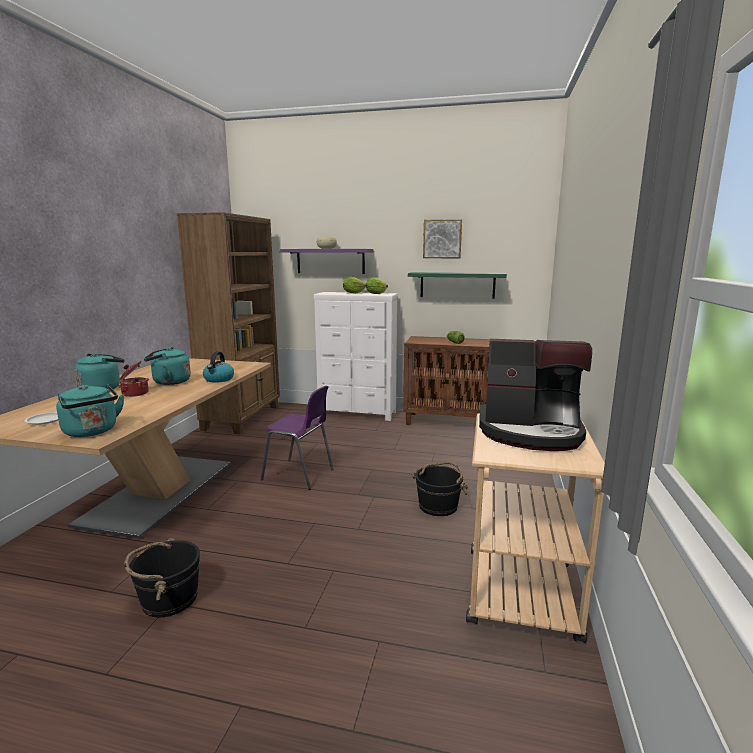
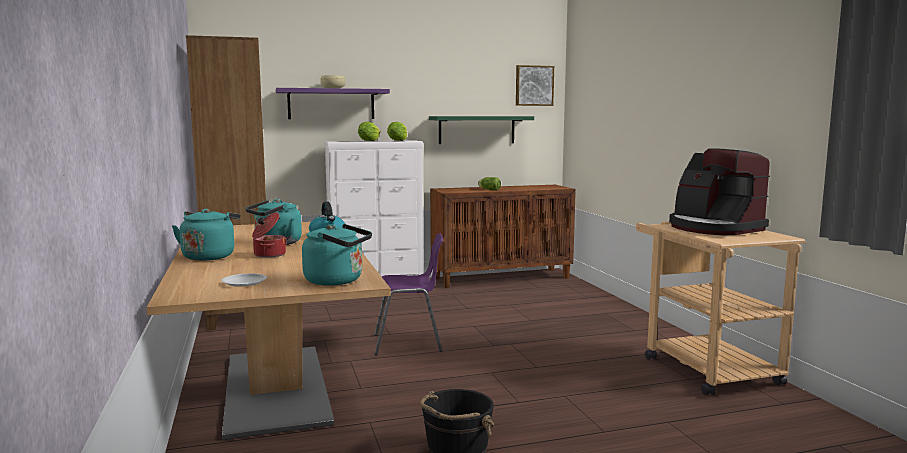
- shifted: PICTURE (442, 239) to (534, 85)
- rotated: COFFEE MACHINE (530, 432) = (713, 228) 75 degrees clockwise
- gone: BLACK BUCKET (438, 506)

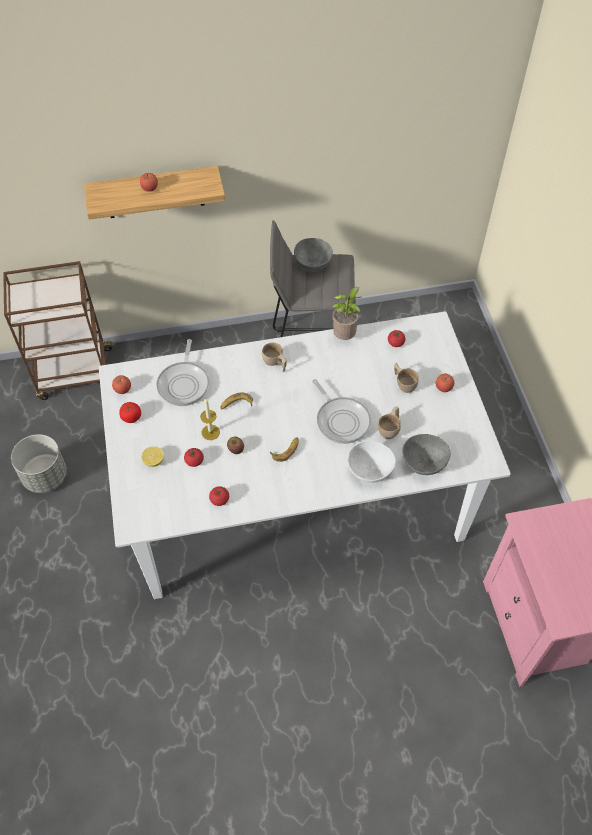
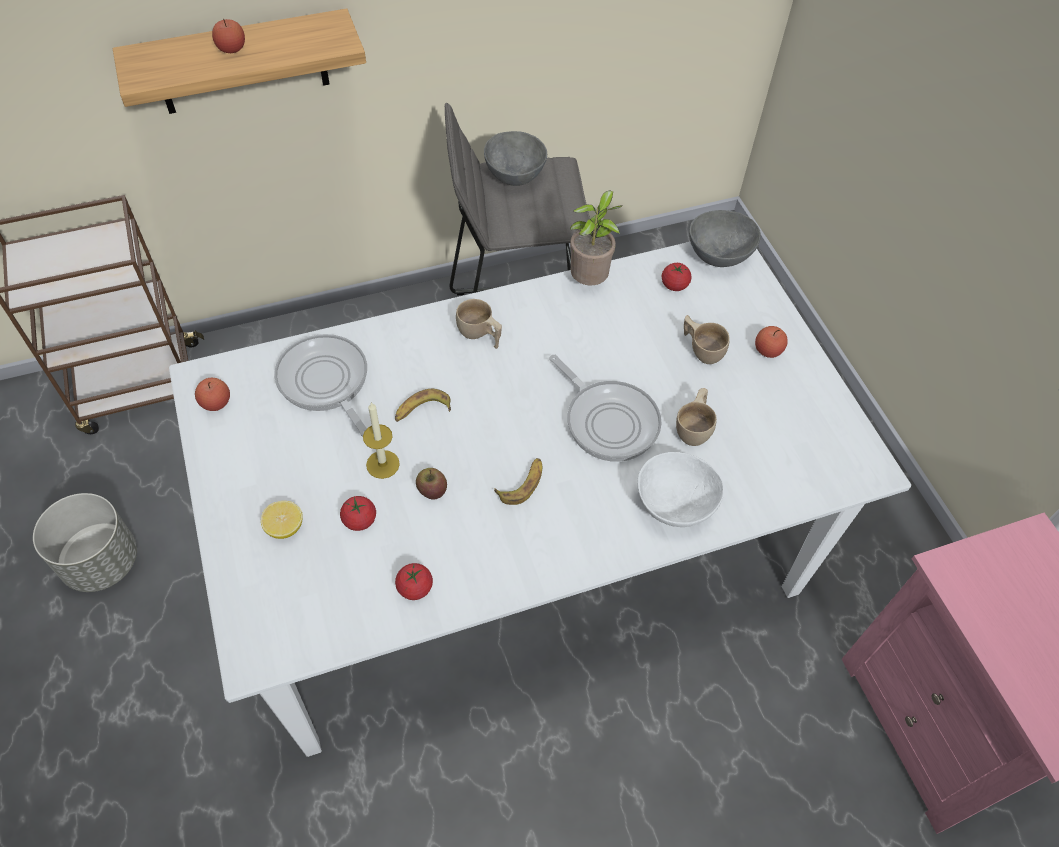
- rotated: FRYING PAN (184, 383) = (325, 382) 150 degrees clockwise
- gone: TOMATO (131, 417)
- shifted: GREY BOWL (424, 464) to (720, 256)

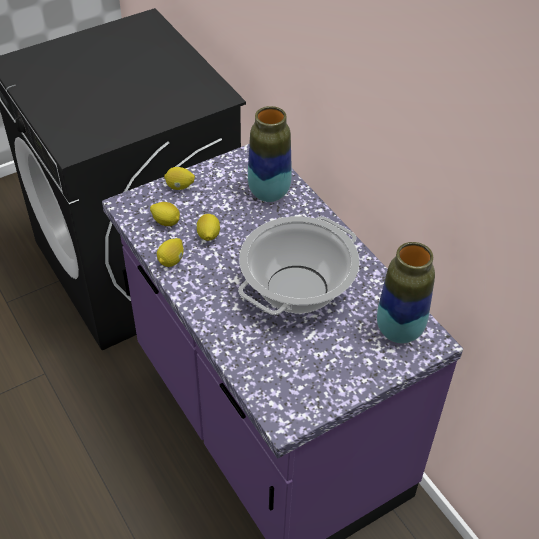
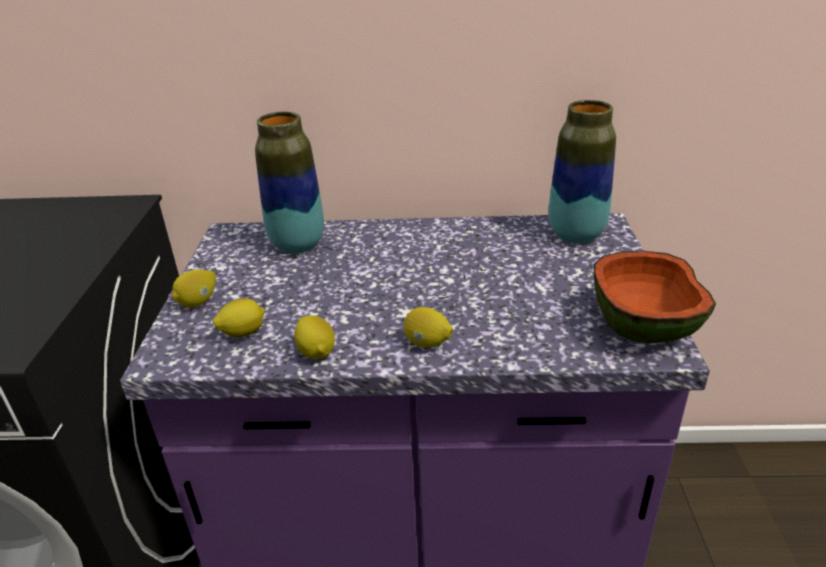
- shifted: LEMON (208, 236) to (427, 343)
- gone: COOKING POT (297, 288)
- new: BOWL (644, 326)

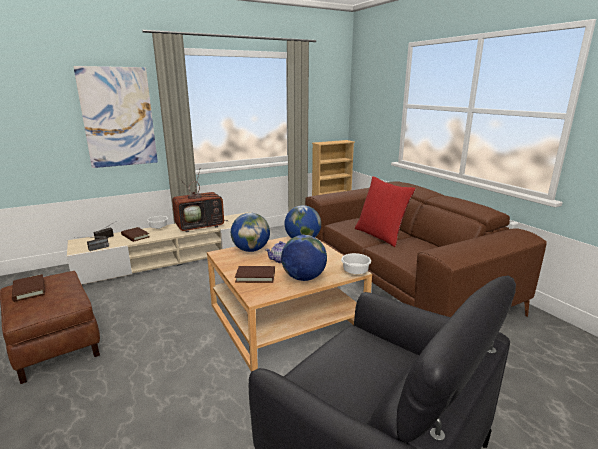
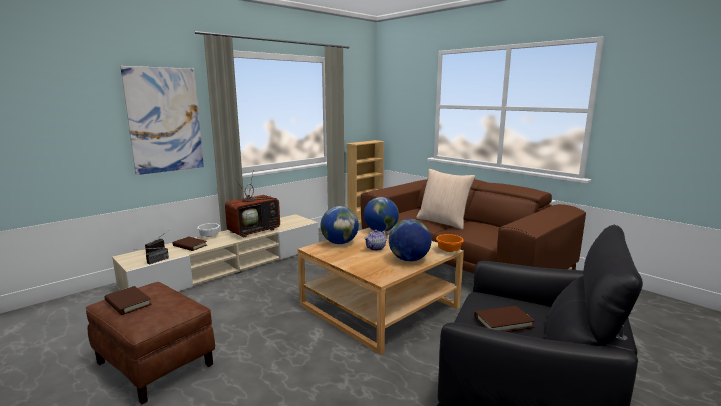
- repainted: RED PILLOW (381, 235) to BEIGE PILLOW (443, 222)
- repainted: WHITE BOWL (356, 272) to ORANGE BOWL (449, 251)
- shifted: BROWN BOOK (255, 276) to (503, 322)

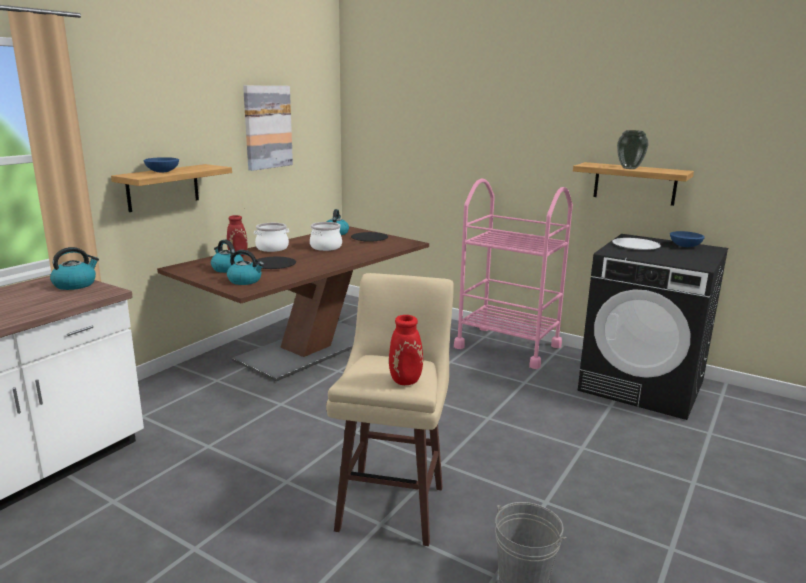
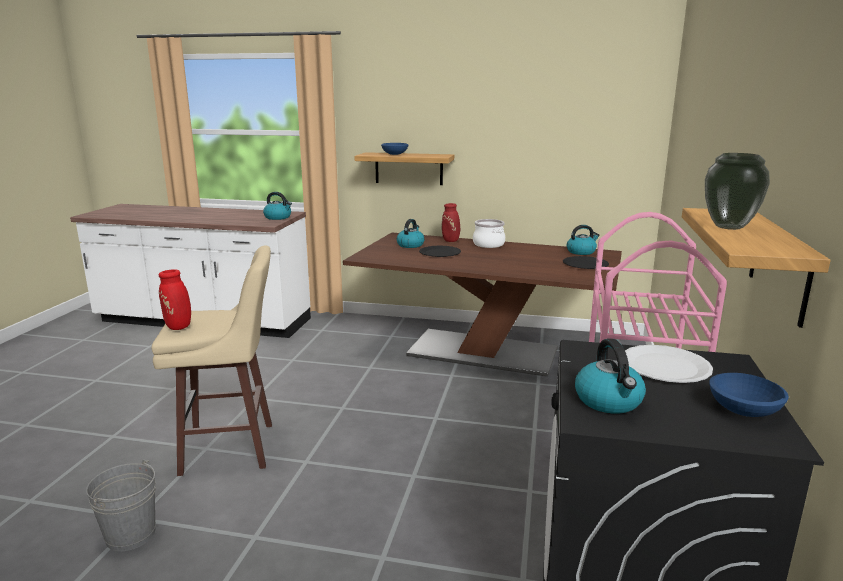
- gone: PICTURE (267, 127)
- gone: COOKING POT (326, 247)
- shifted: KETTLE (245, 281) to (609, 401)

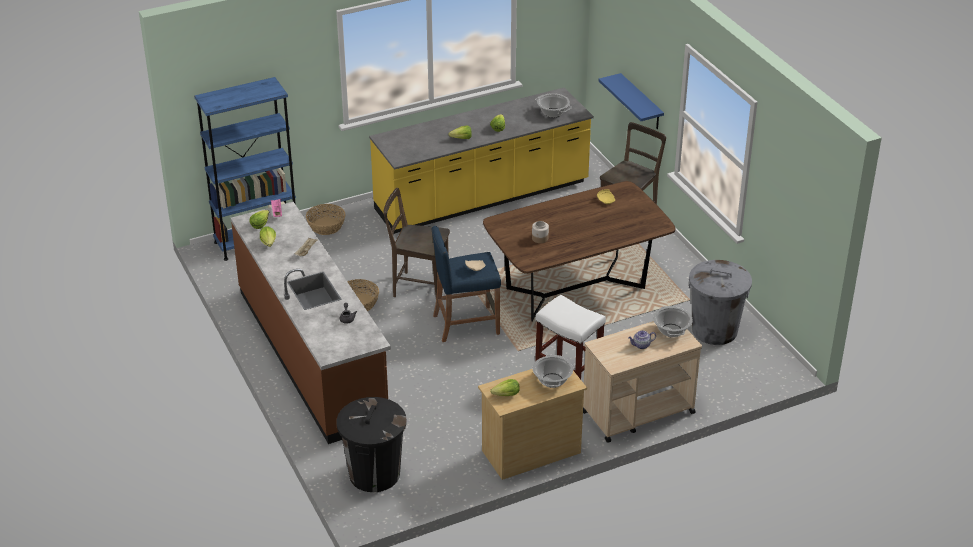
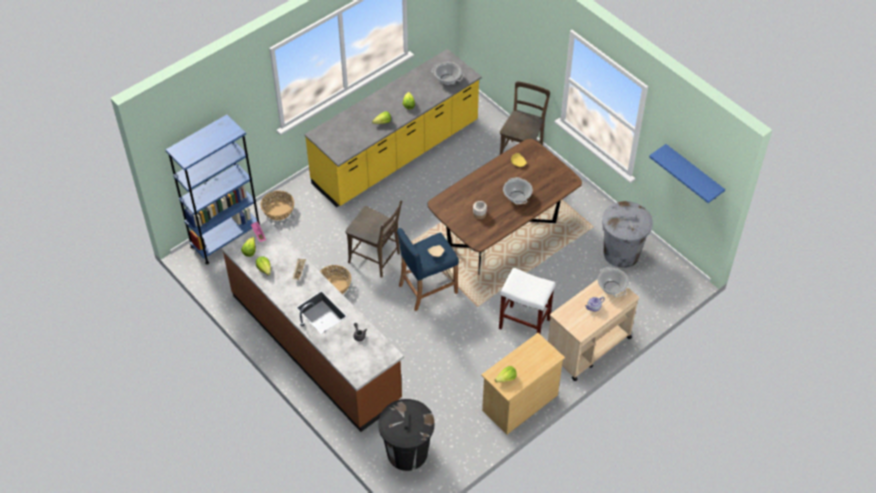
- shifted: BLUE SHELF (641, 102) to (693, 173)
- rotated: BROWN CHAIR (418, 287) = (376, 259) 150 degrees counterclockwise
- shifted: COOKING POT (552, 380) to (517, 197)

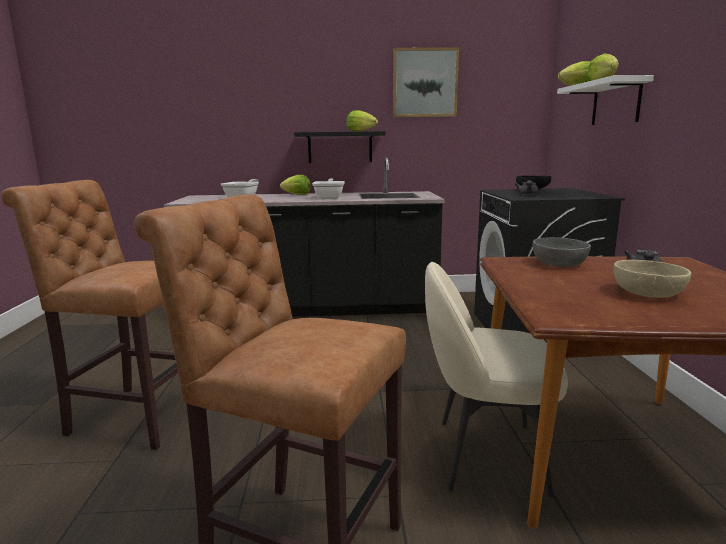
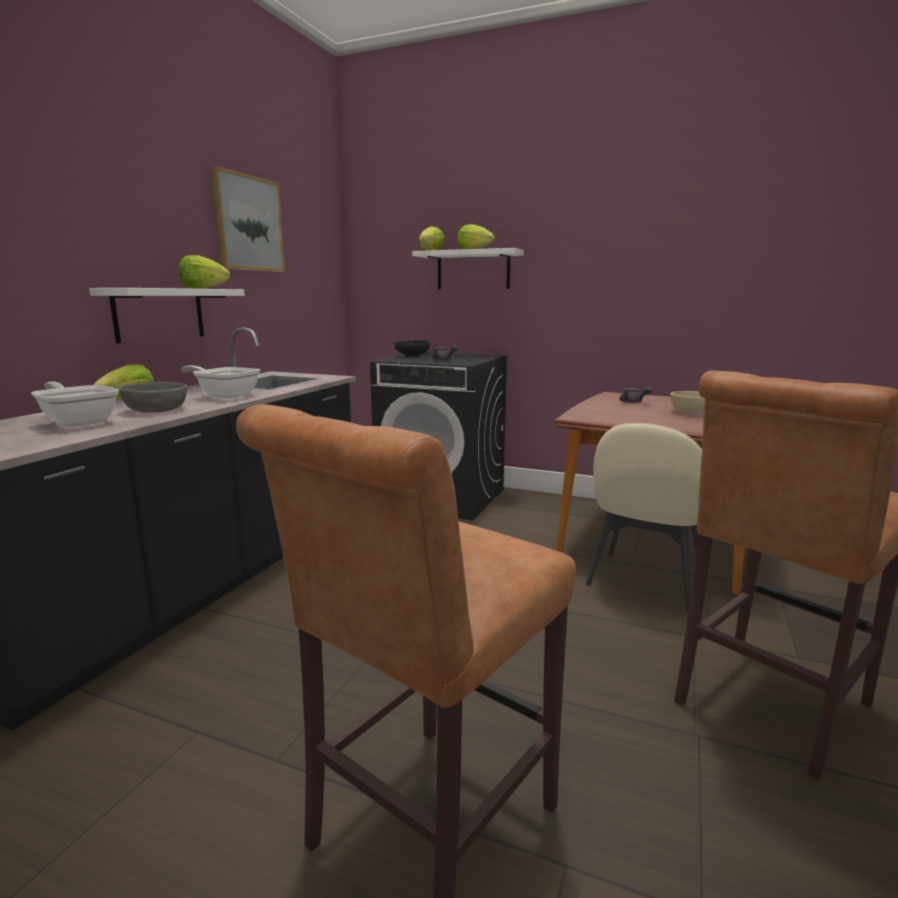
- repainted: BLACK SHELF (340, 147) to WHITE SHELF (159, 314)
- shifted: GREY BOWL (559, 263) to (157, 410)

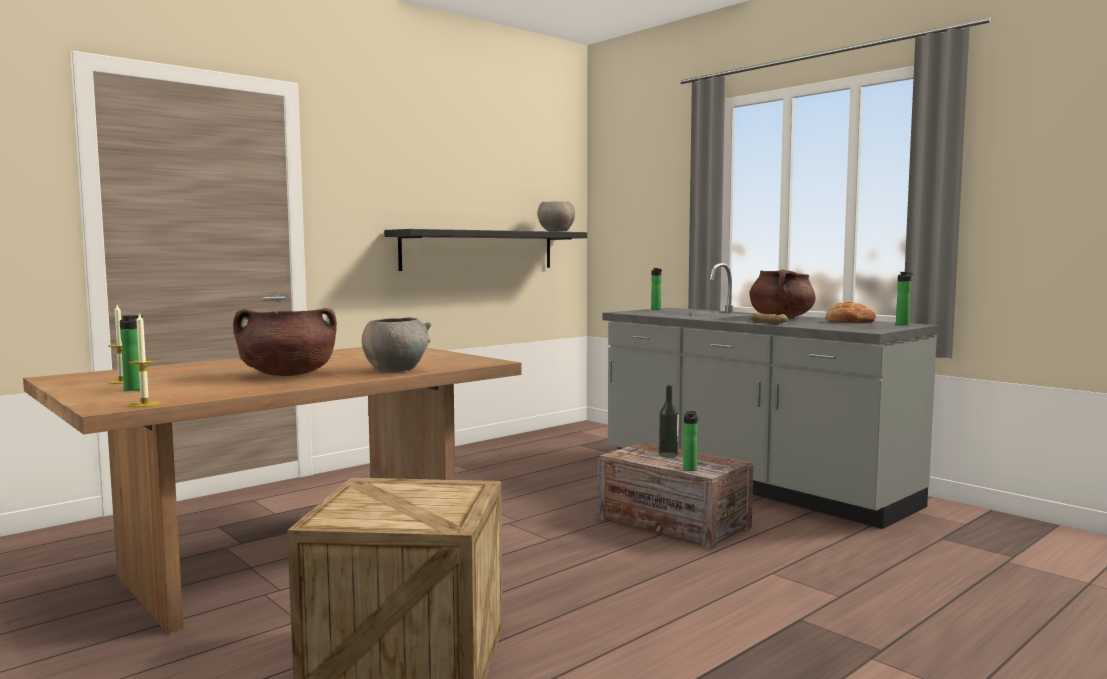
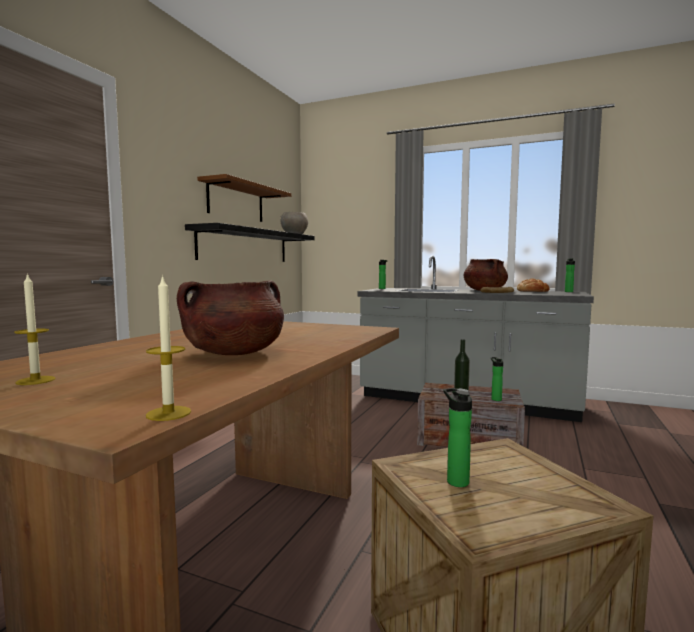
- shifted: BOTTLE (135, 389) to (455, 480)
- gone: GREY BOWL (396, 370)
- new: BROWN SHELF (236, 202)

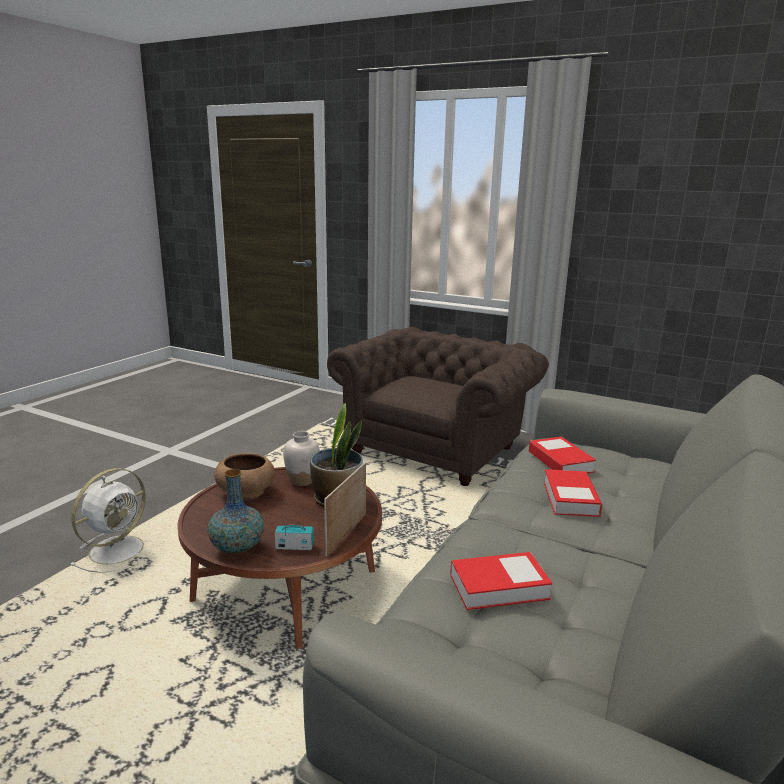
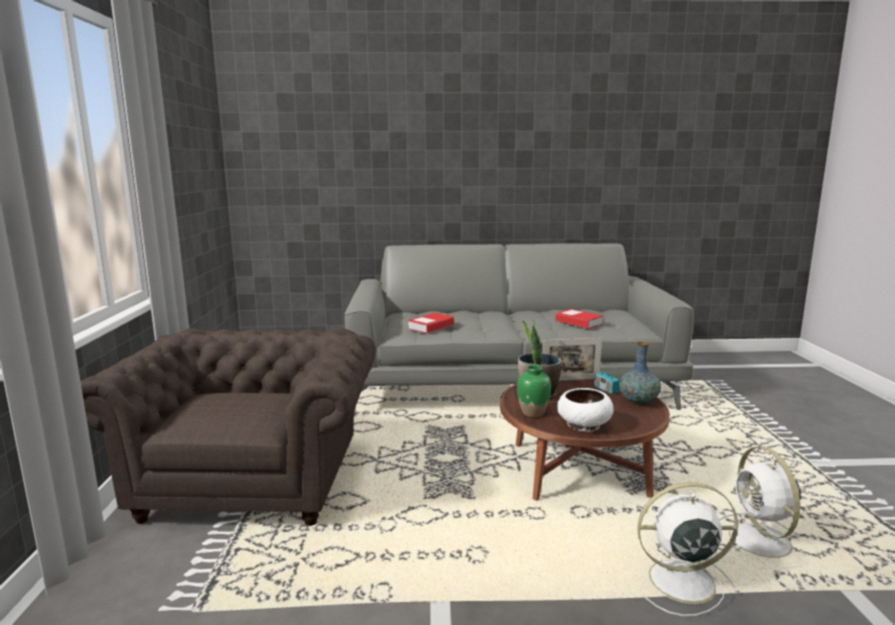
- rotated: BROWN ARMCHAIR (437, 448) = (255, 480) 90 degrees clockwise
- repainted: WHITE VASE (302, 481) to GREEN VASE (533, 413)
- repainted: BROWN BOWL (246, 492) to WHITE BOWL (583, 425)
- gone: BOOK (570, 498)
- new: WHITE FAN (761, 542)

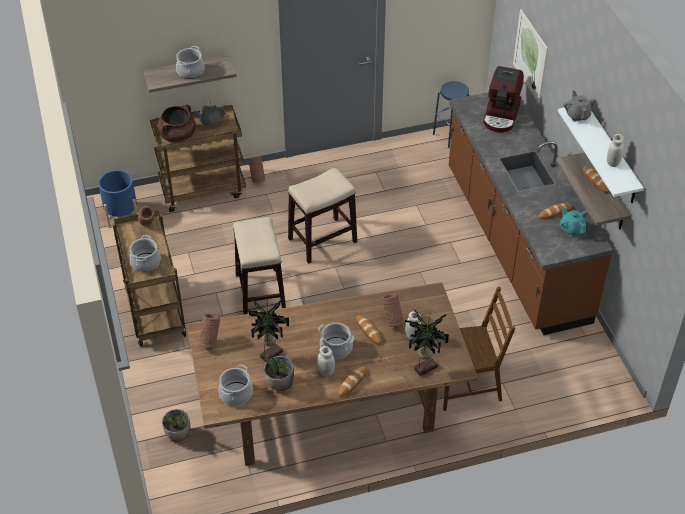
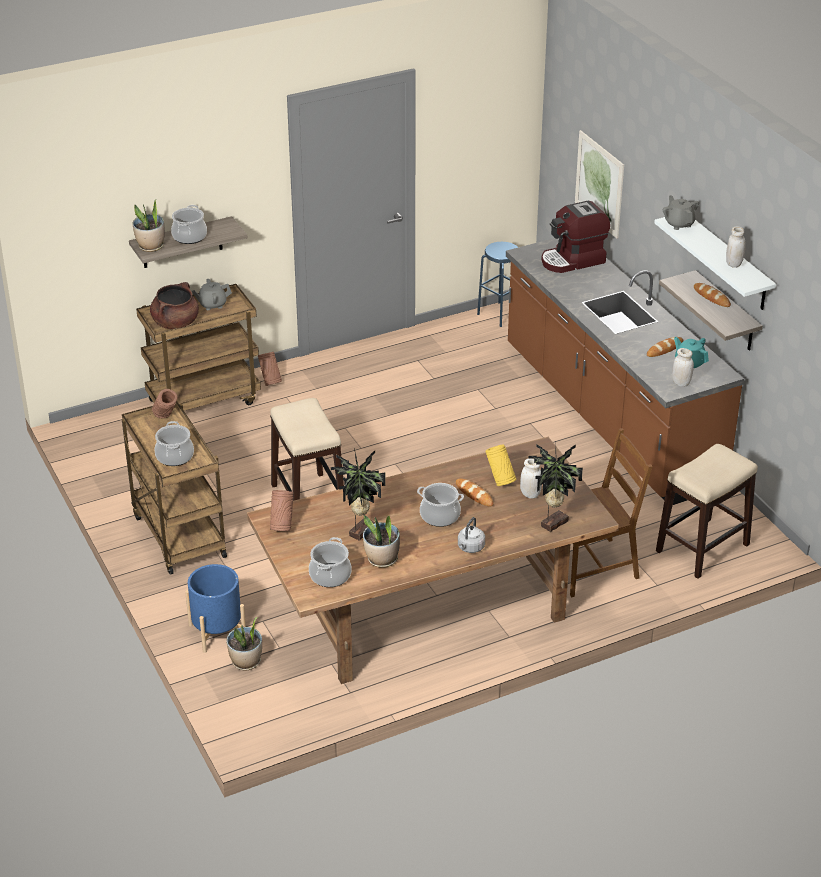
- rotated: COFFEE MACHINE (501, 115) = (573, 260) 60 degrees clockwise
- shifted: STOOL (322, 240) to (702, 548)
- shifted: BLUE PLANTER (121, 214) to (217, 632)
- repainted: BROWN VASE (392, 321) to YELLOW VASE (500, 481)
- shifted: WHITE JAR (326, 371) to (681, 383)
- swapped: BREAD (352, 382) to GREY KETTLE (470, 548)
- new: POTTED PLANT (151, 246)

